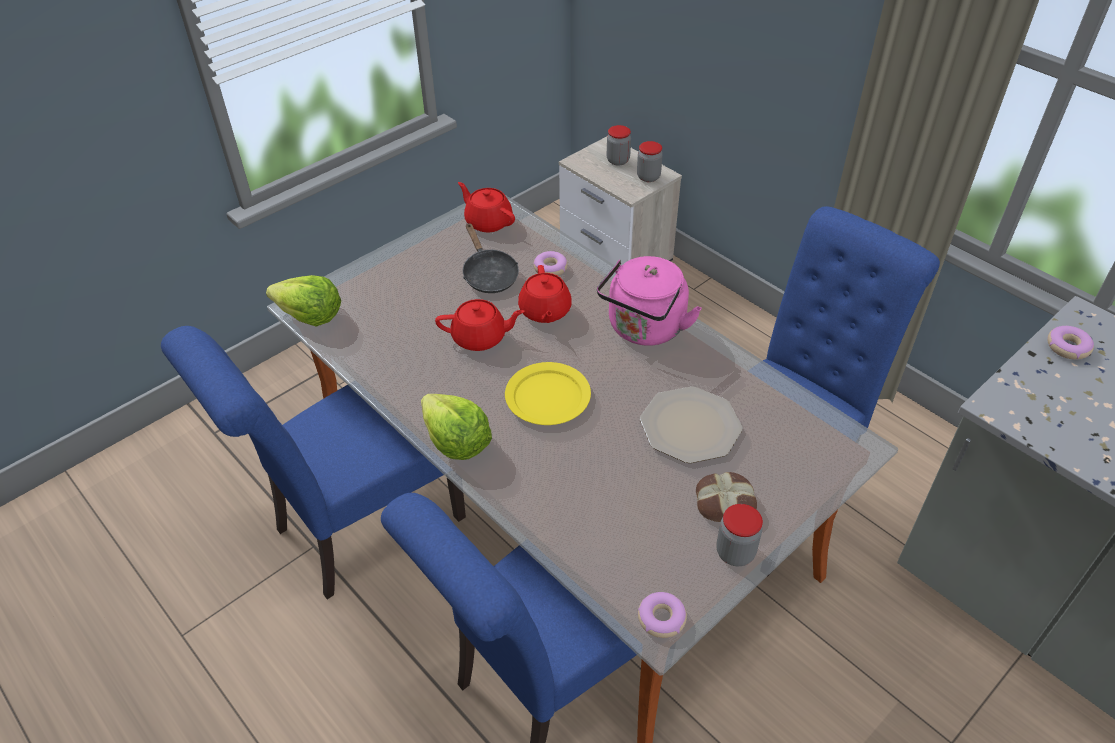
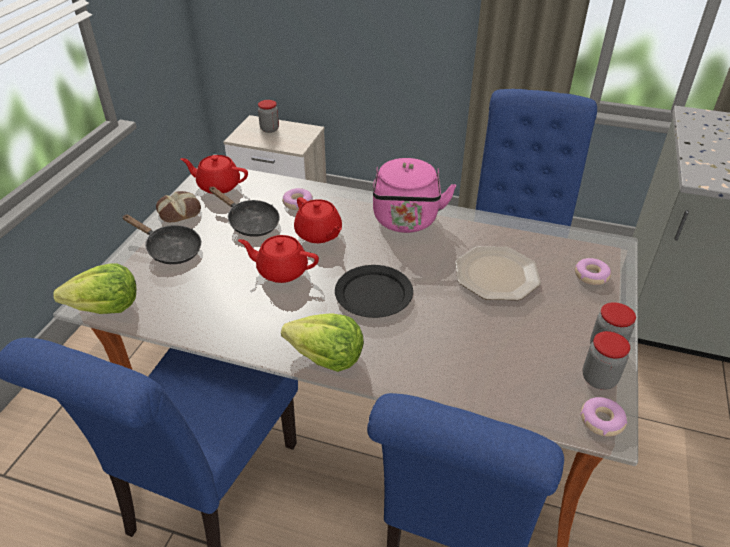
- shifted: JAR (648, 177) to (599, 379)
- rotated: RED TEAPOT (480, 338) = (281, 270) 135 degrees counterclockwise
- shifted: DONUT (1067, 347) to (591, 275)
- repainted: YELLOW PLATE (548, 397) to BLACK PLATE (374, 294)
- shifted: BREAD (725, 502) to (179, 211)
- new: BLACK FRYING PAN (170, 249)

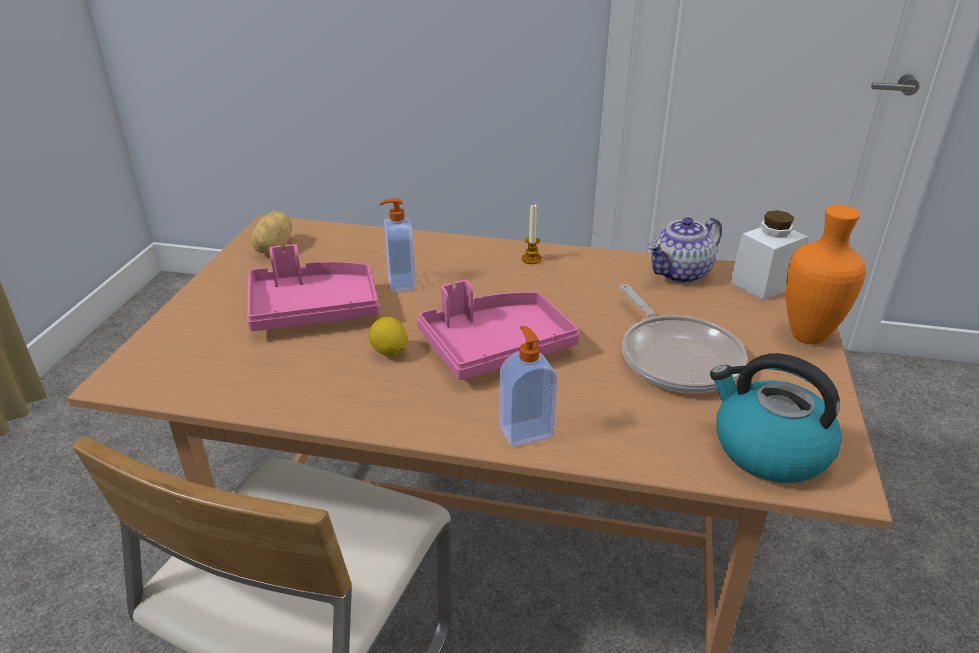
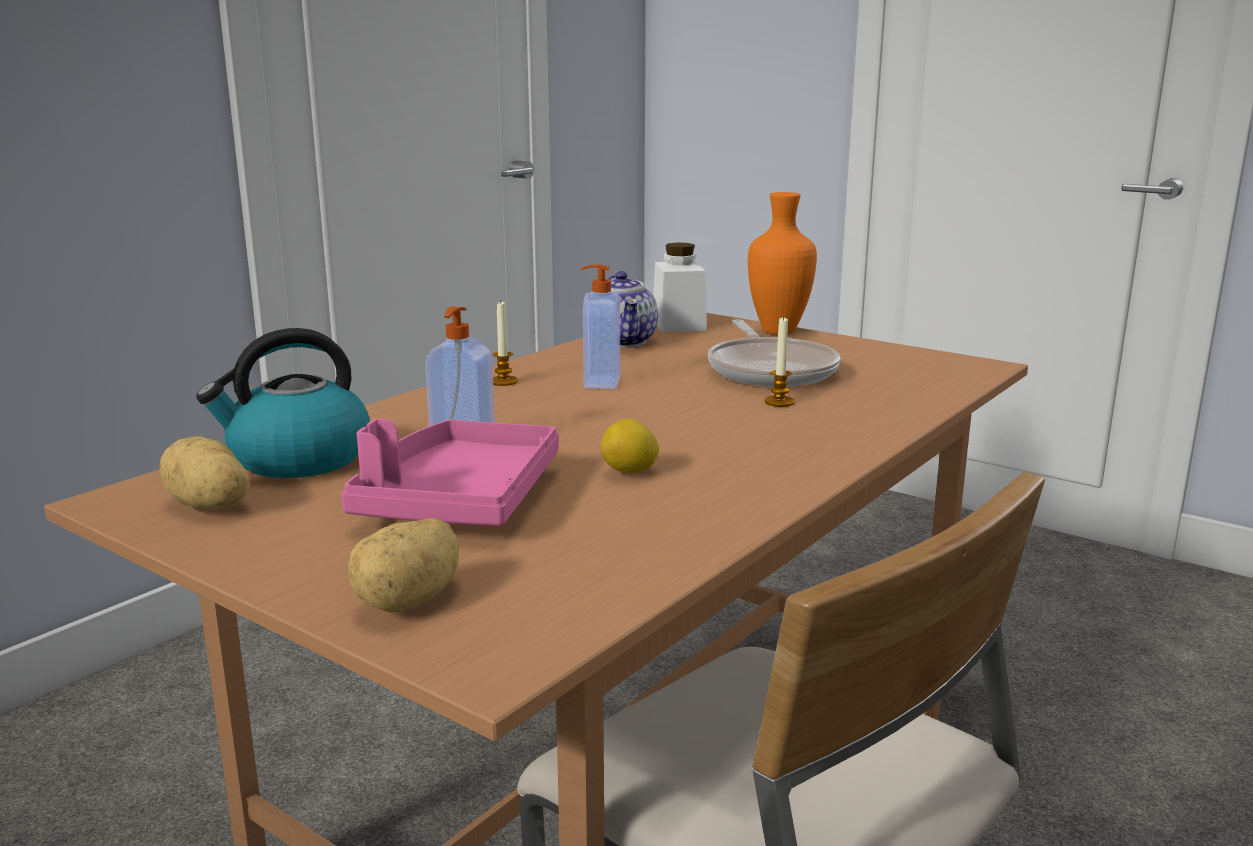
- gone: PINK TRAY (495, 347)
- rotated: FRYING PAN (676, 357) = (770, 370) 75 degrees clockwise
- shifted: SOAP DISPENSER (525, 431) to (600, 382)
- shifted: KETTLE (768, 449) to (298, 459)
- new: CANDLE (779, 402)
- new: POTATO (410, 601)

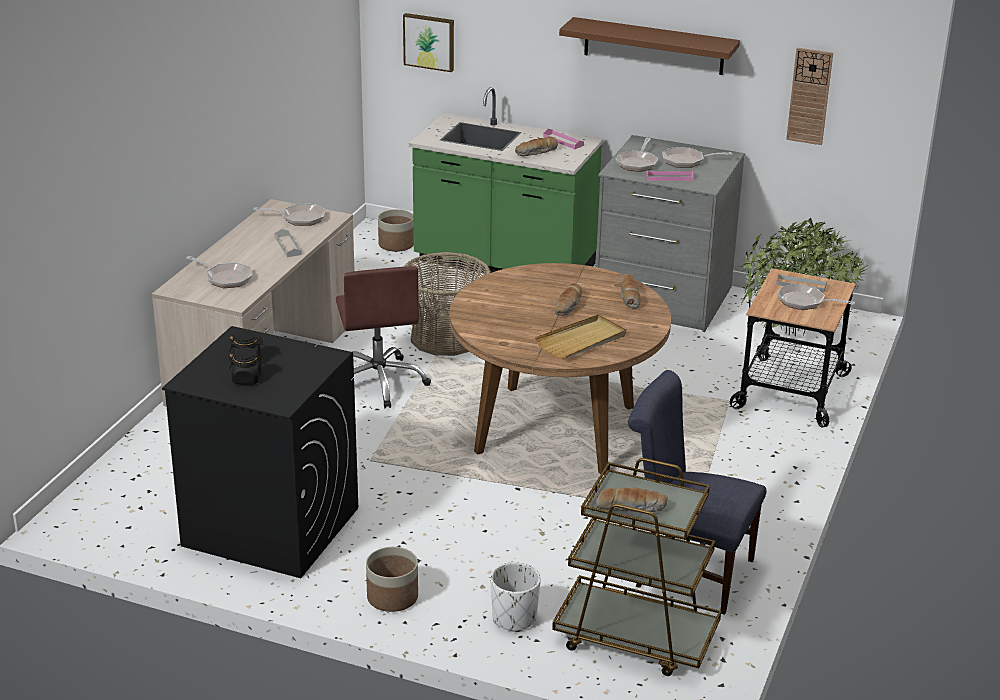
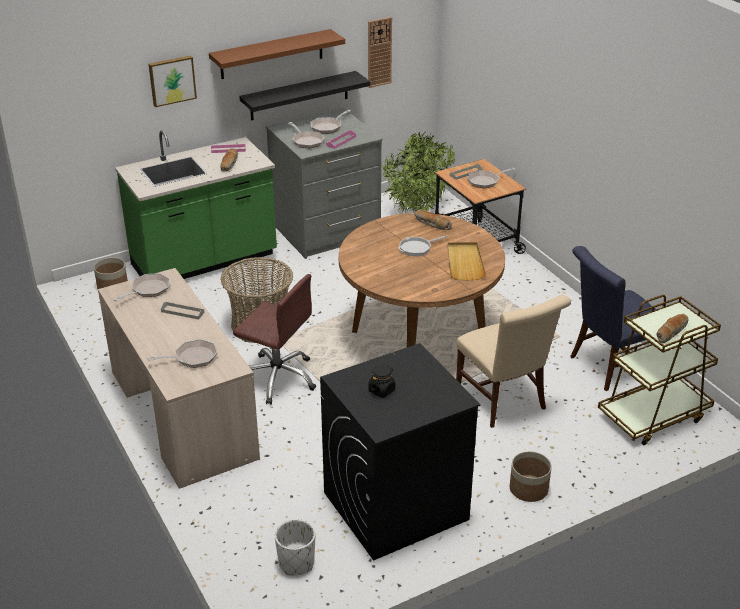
- shifted: PICTURE (429, 41) to (172, 80)
- swapped: BREAD (568, 306) to FRYING PAN (417, 248)
- gone: BLACK JAR (247, 379)
- shifted: WHITE PLANTER (514, 618) to (296, 563)
- new: BLACK SHELF (299, 96)
- new: BEIGE CHAIR (504, 402)

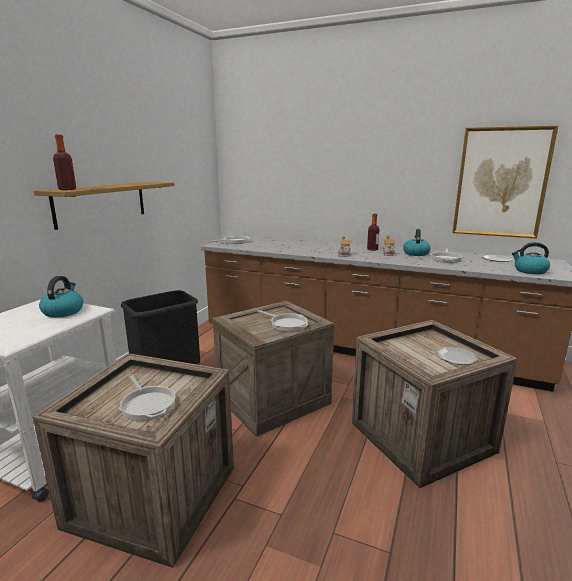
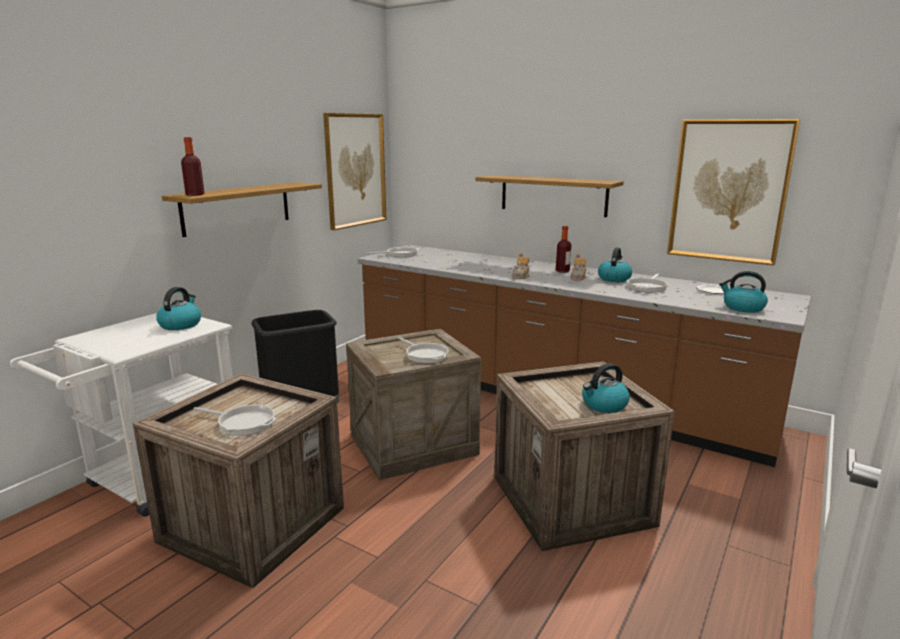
- swapped: PLATE (456, 357) to KETTLE (604, 405)
- rotated: FRYING PAN (147, 404) = (243, 423) 45 degrees counterclockwise
- new: PICTURE (355, 170)
- new: SHELF (553, 195)

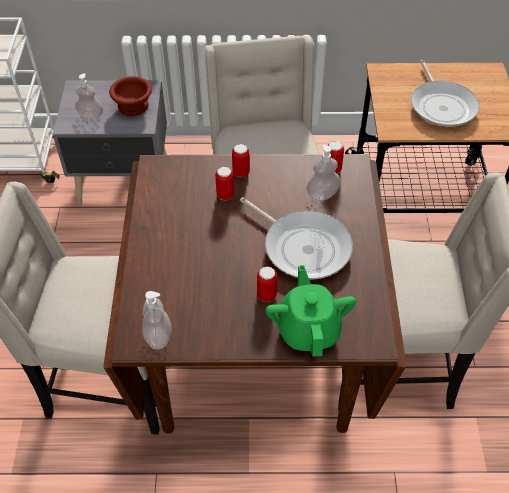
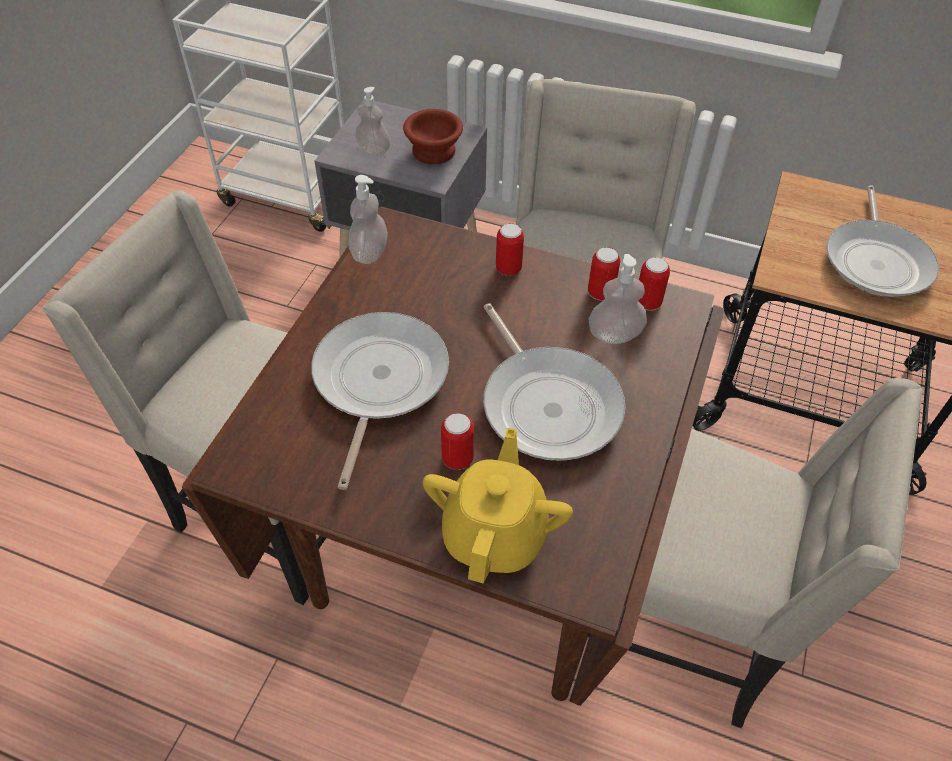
- shifted: CAN (225, 195) to (600, 293)
- repainted: GREEN TEAPOT (308, 330) to YELLOW TEAPOT (495, 534)
- shifted: SOAP DISPENSER (158, 336) to (369, 253)
- new: FRYING PAN (378, 381)

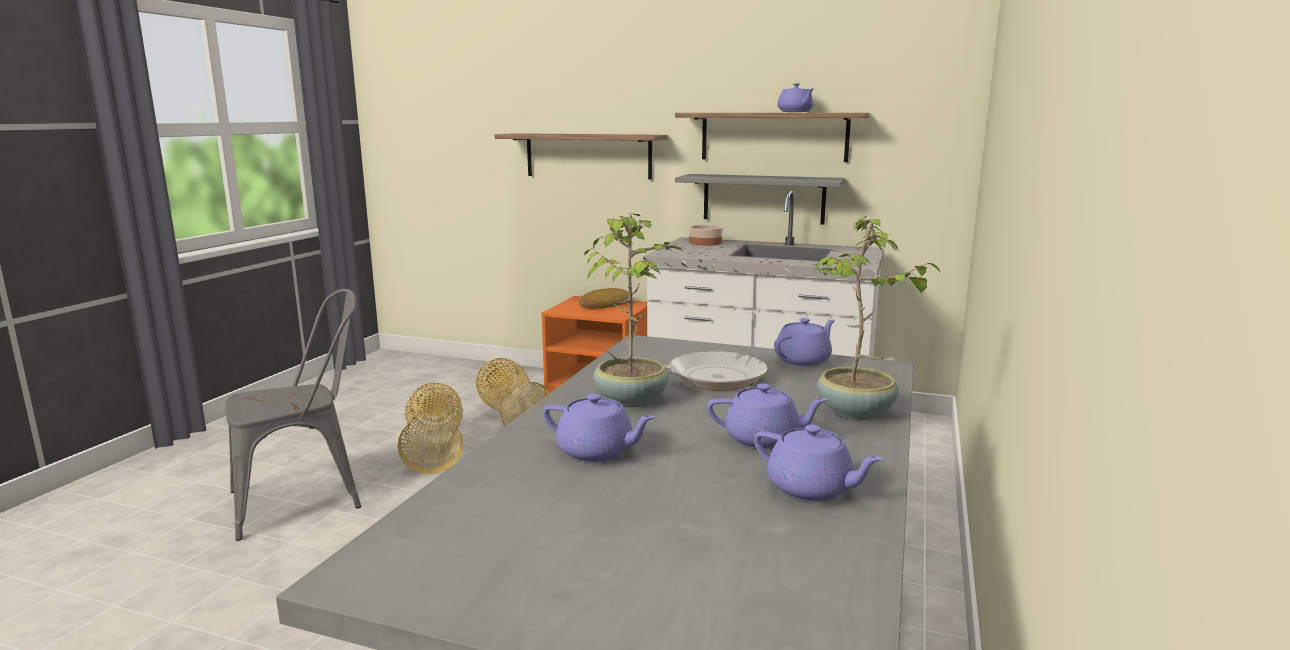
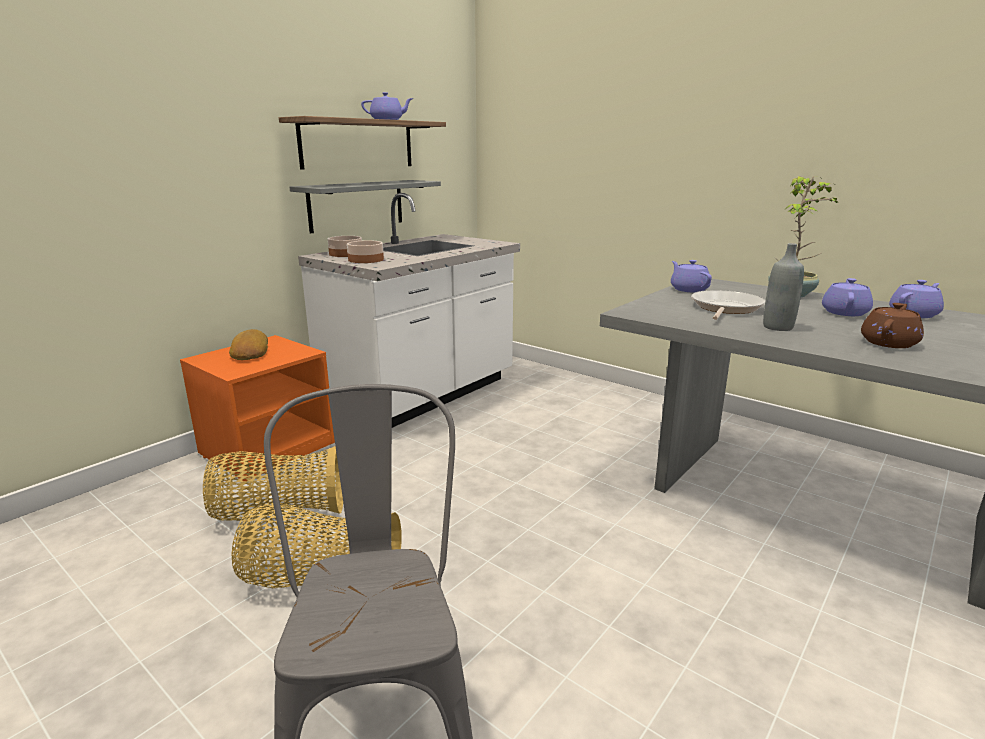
- gone: SHELF (588, 156)
- swapped: POTTED PLANT (632, 399) to GREY BOTTLE (777, 327)
- repainted: PURPLE TEAPOT (597, 452) to BROWN TEAPOT (889, 343)
- new: BOWL (365, 260)

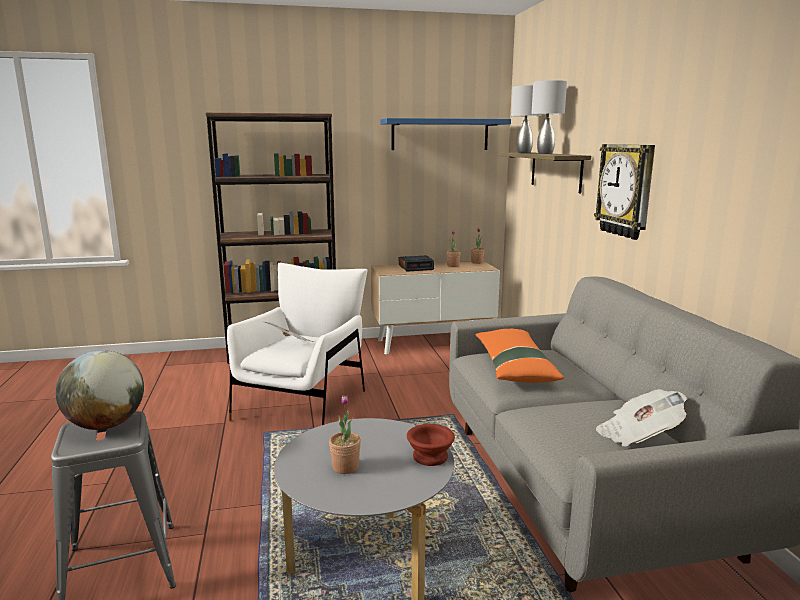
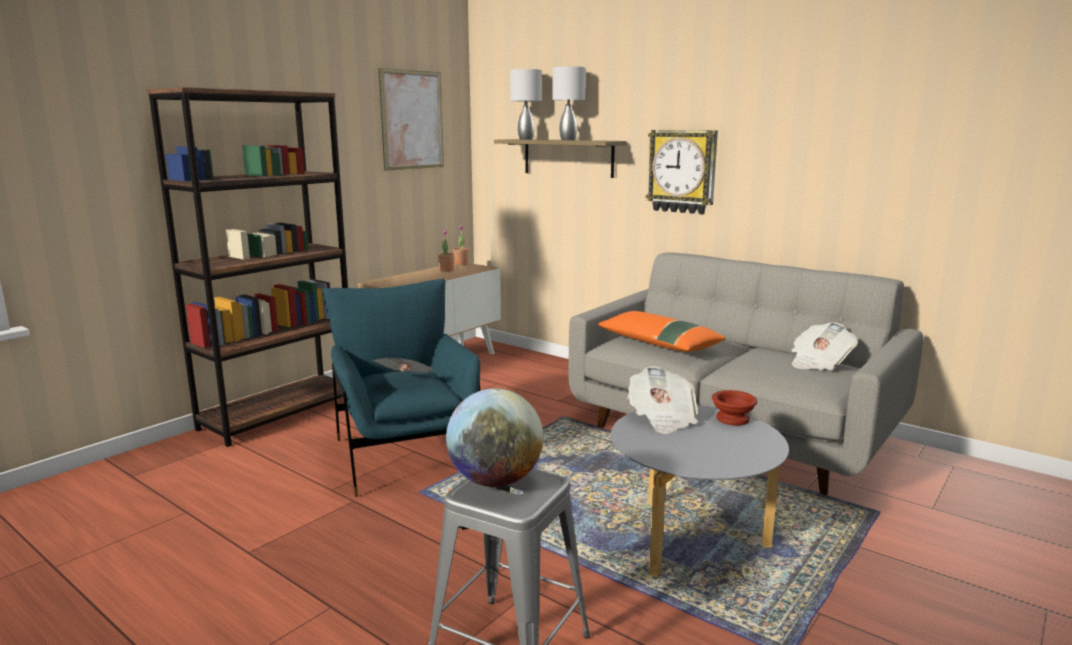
- swapped: BLUE SHELF (440, 134) to PICTURE (412, 120)
- gone: ALARM CLOCK (416, 267)
- repainted: WHITE ARMCHAIR (303, 403) to BLUE ARMCHAIR (406, 453)
- gone: POTTED PLANT (345, 467)
- new: NEWSPAPER (661, 418)

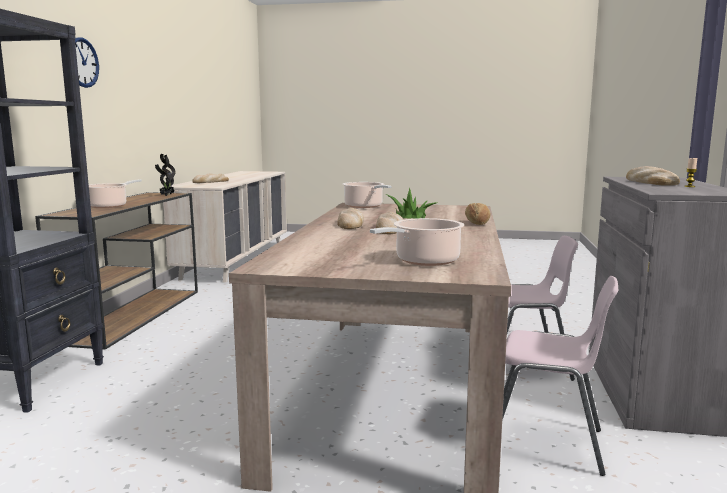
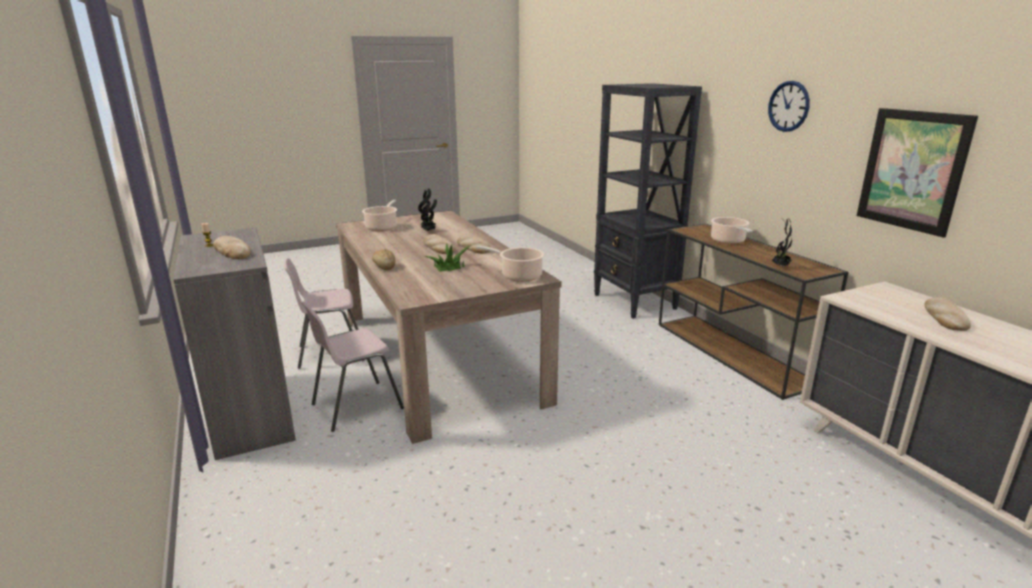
- new: PICTURE (912, 170)
- new: POTTED PLANT (429, 231)

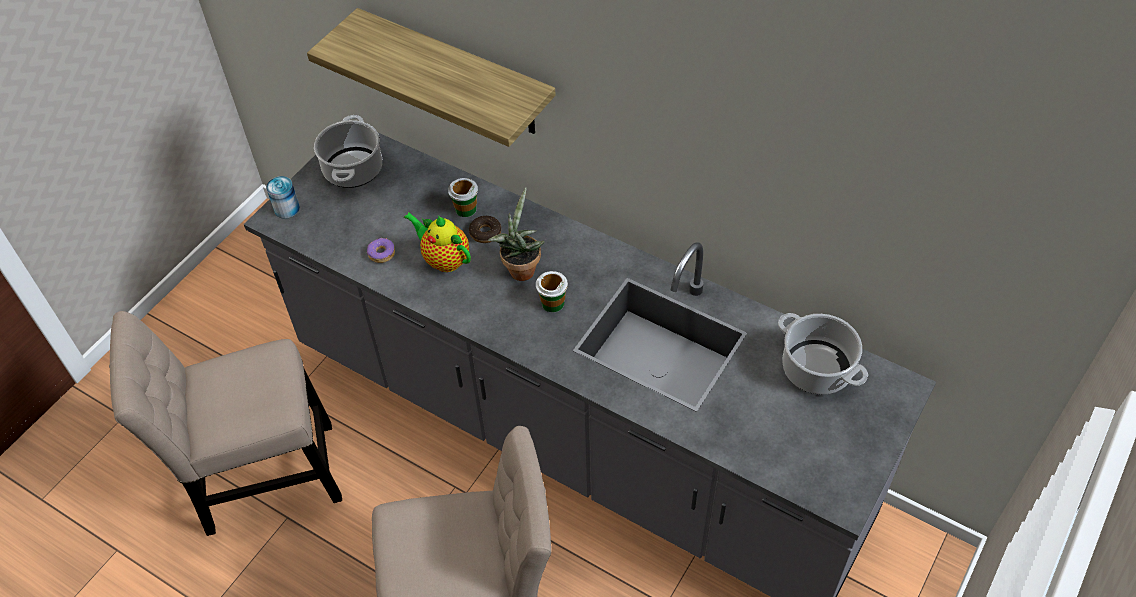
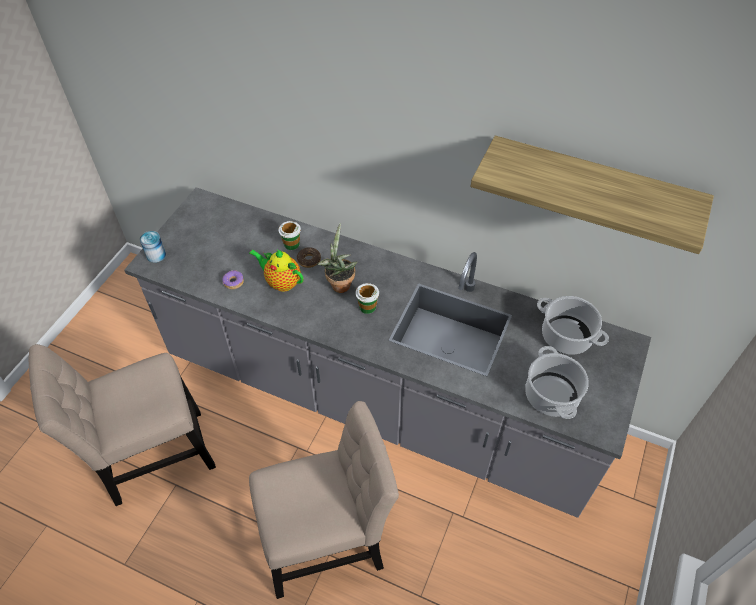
- shifted: SHELF (456, 74) to (592, 188)
- shifted: COOKING POT (353, 169) to (550, 394)

